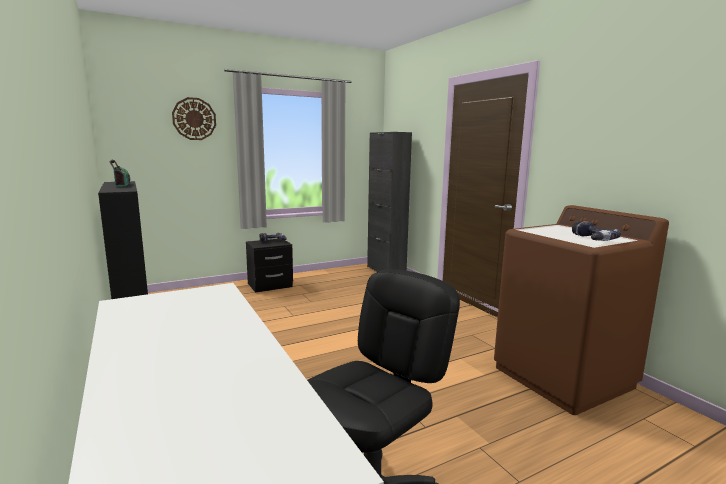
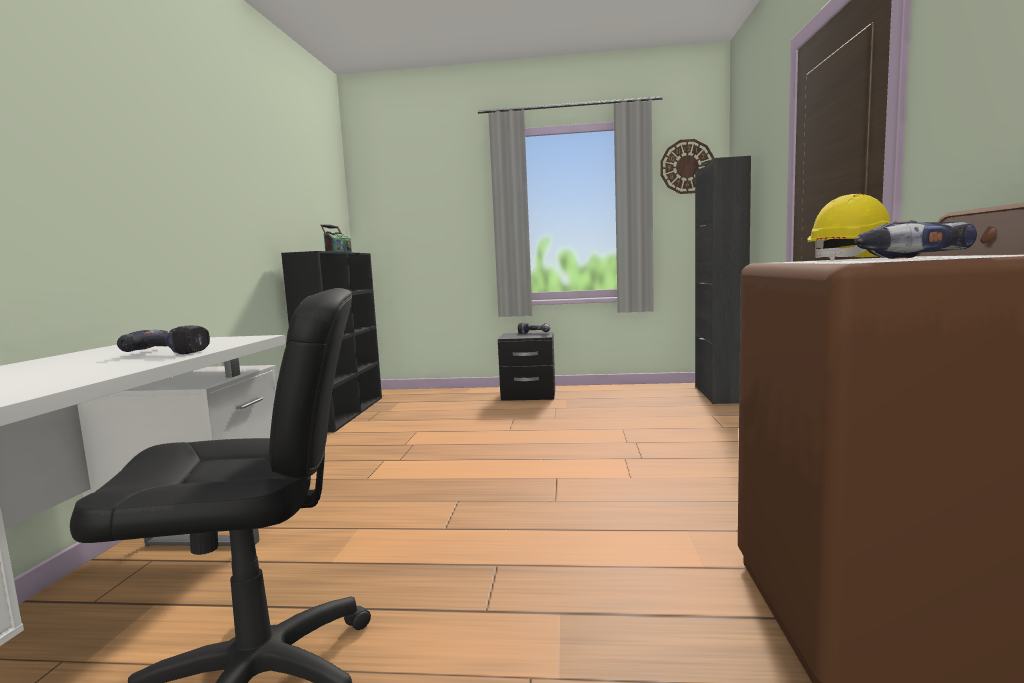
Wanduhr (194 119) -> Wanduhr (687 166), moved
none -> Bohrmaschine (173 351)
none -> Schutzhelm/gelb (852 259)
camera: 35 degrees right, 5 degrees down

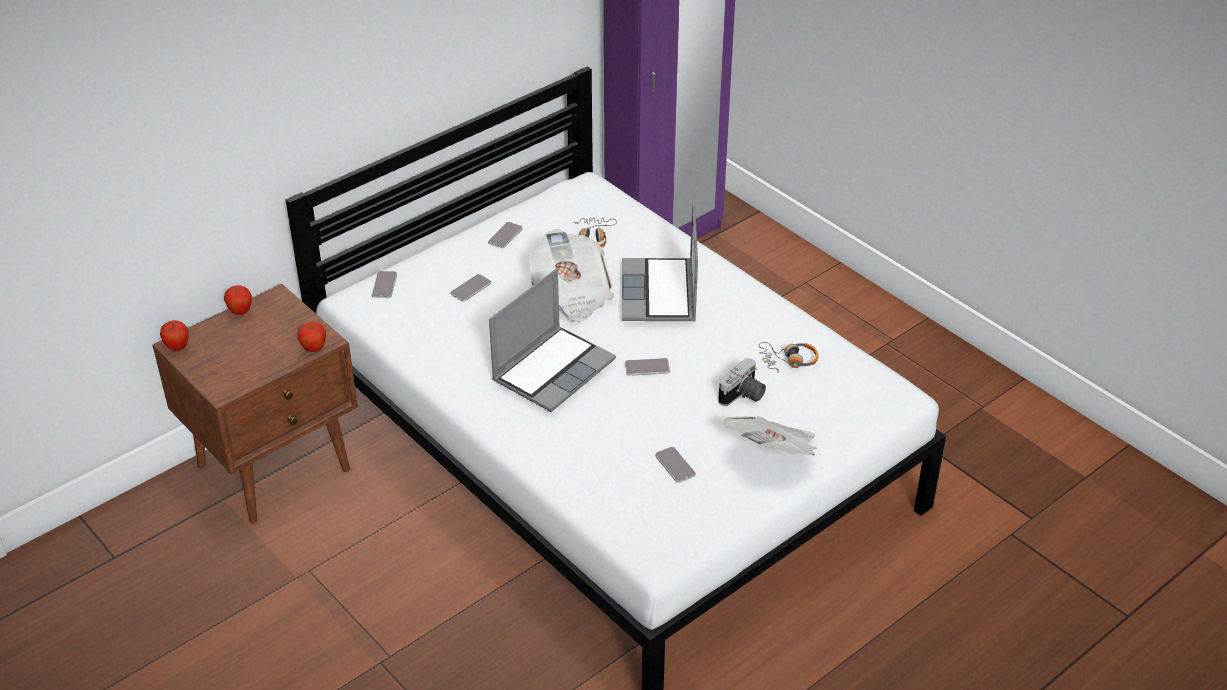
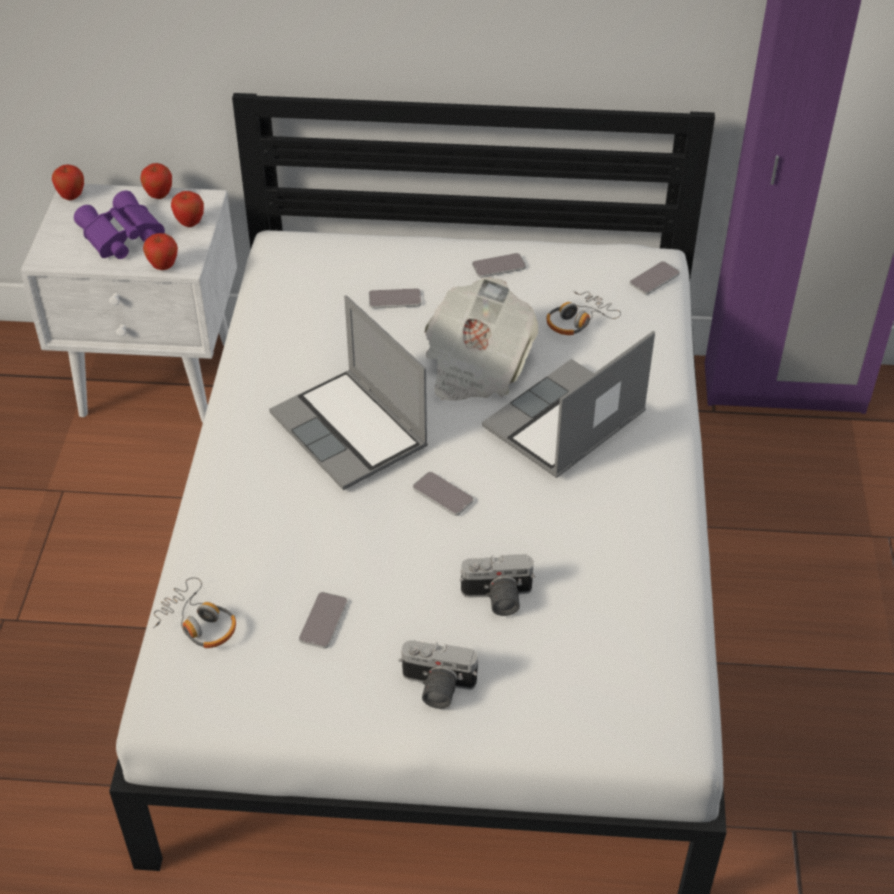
Nachttisch/braun (276 467) -> Nachttisch/weiß (159 379)
Handy (384 285) -> Handy (654 279), moved
Laptop (553 369) -> Laptop (352 432), 60 degrees clockwise
Zeitung (773 453) -> Kamera (436 688)
Kopfhörer (788 361) -> Kopfhörer (198 623), moved
none -> Fernglas/lila (121 237)
none -> Apfel (190 223)
camera: 45 degrees right, 5 degrees up

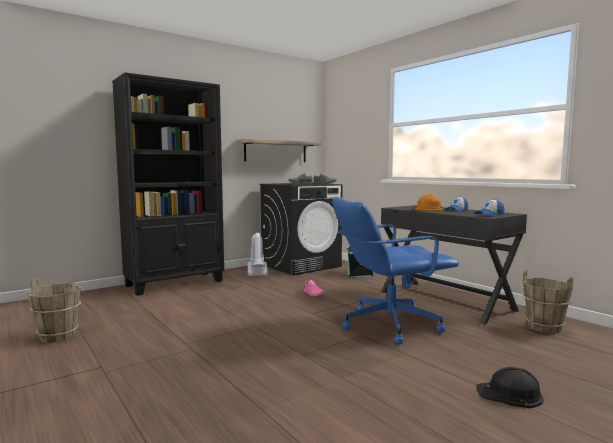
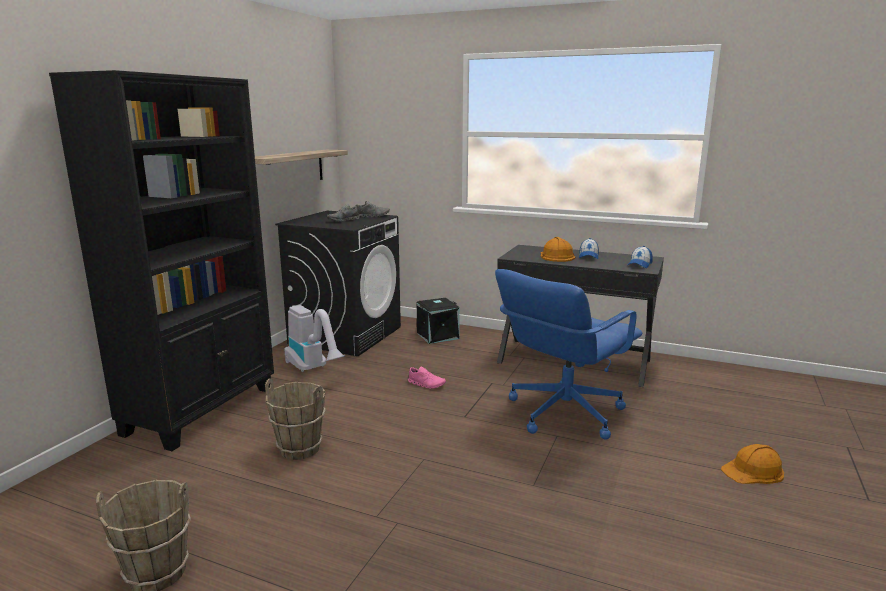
Schutzhelm/schwarz (510 394) -> Schutzhelm/orange (753 471)
Eimer/braun (544 327) -> Eimer/braun (300 448), moved
camera: 30 degrees left, 10 degrees up

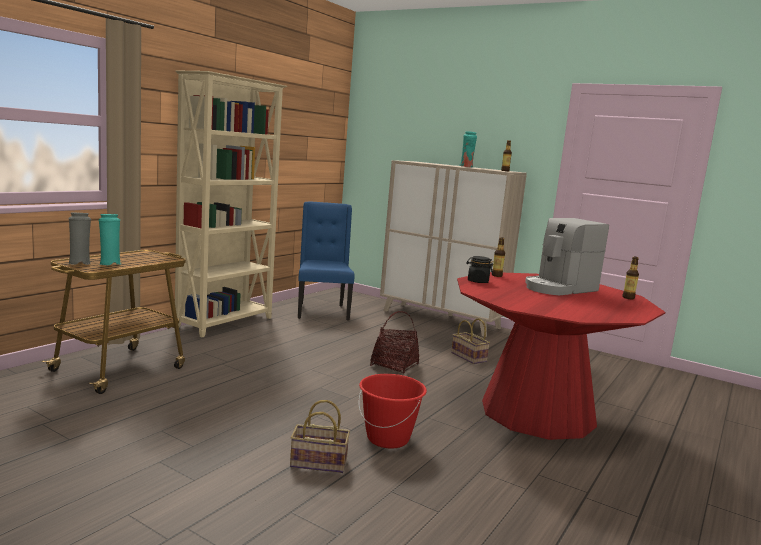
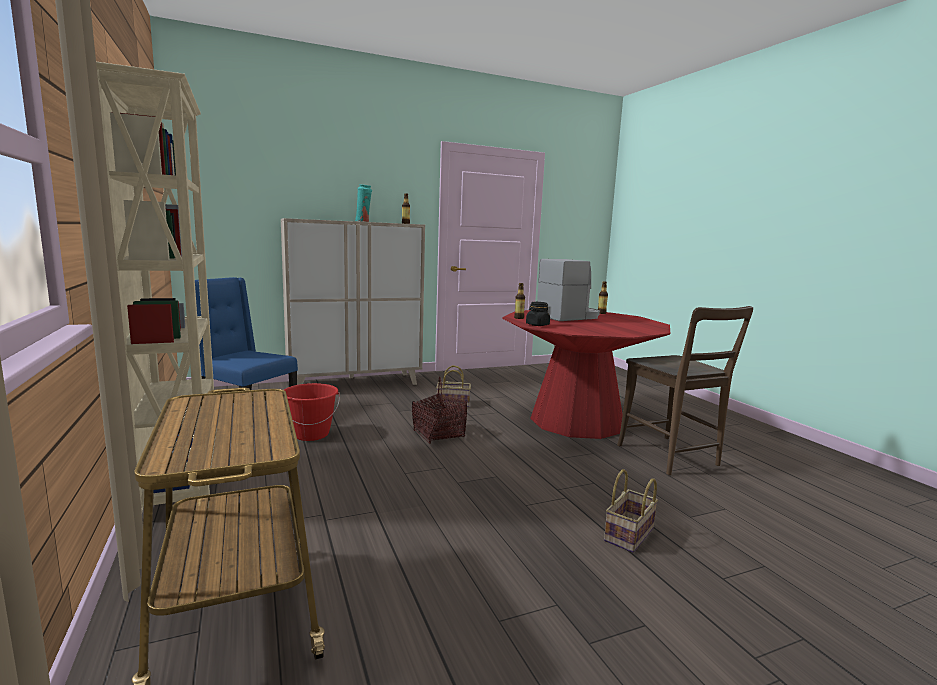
Vase/grau (79 263) -> none
Vase/türkis (109 264) -> none
Eimer/rot (388 438) -> Eimer/rot (311 434), moved
Kaffeemaschine (559 288) -> Kaffeemaschine (569 317), 120 degrees counterclockwise
none -> Stuhl/braun (671 457)
camera: 55 degrees left, 0 degrees up

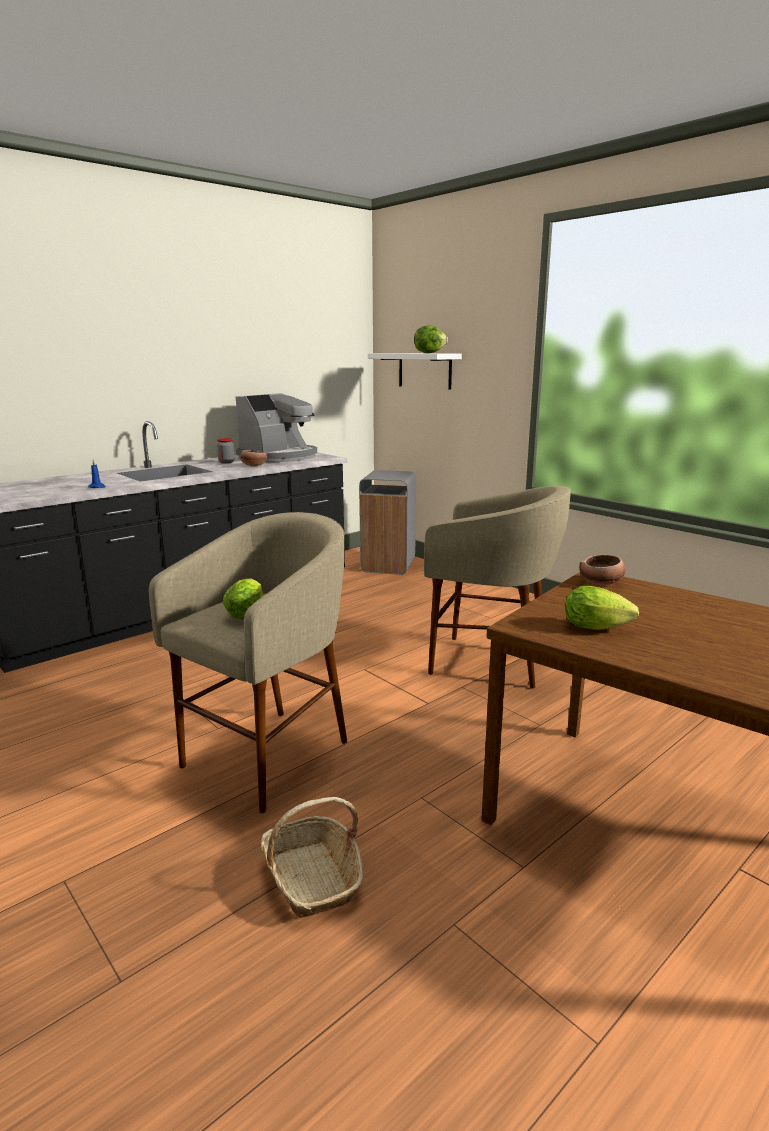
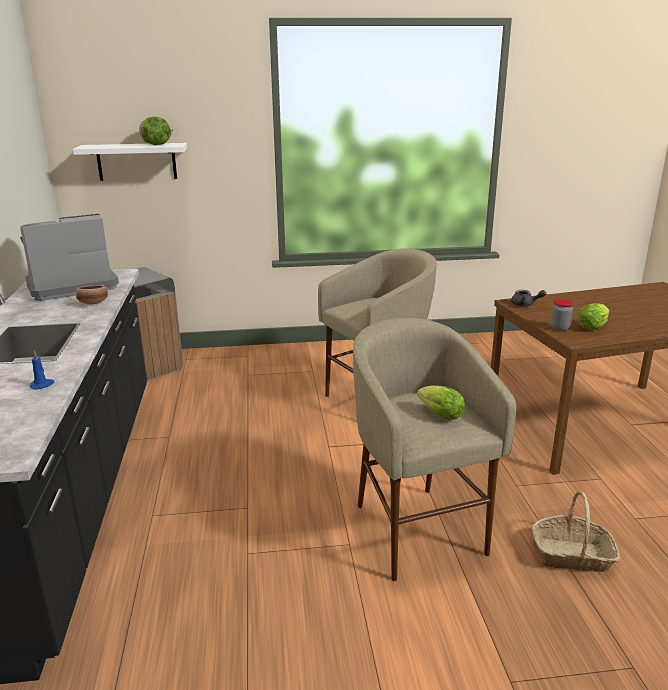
Vorratsglas (226 462) -> Vorratsglas (559 328), moved
Kaffeemaschine (279 457) -> Kaffeemaschine (70 286), 105 degrees counterclockwise
Schüssel (602 583) -> Teekanne/grau (525 304)
camera: 55 degrees left, 5 degrees up

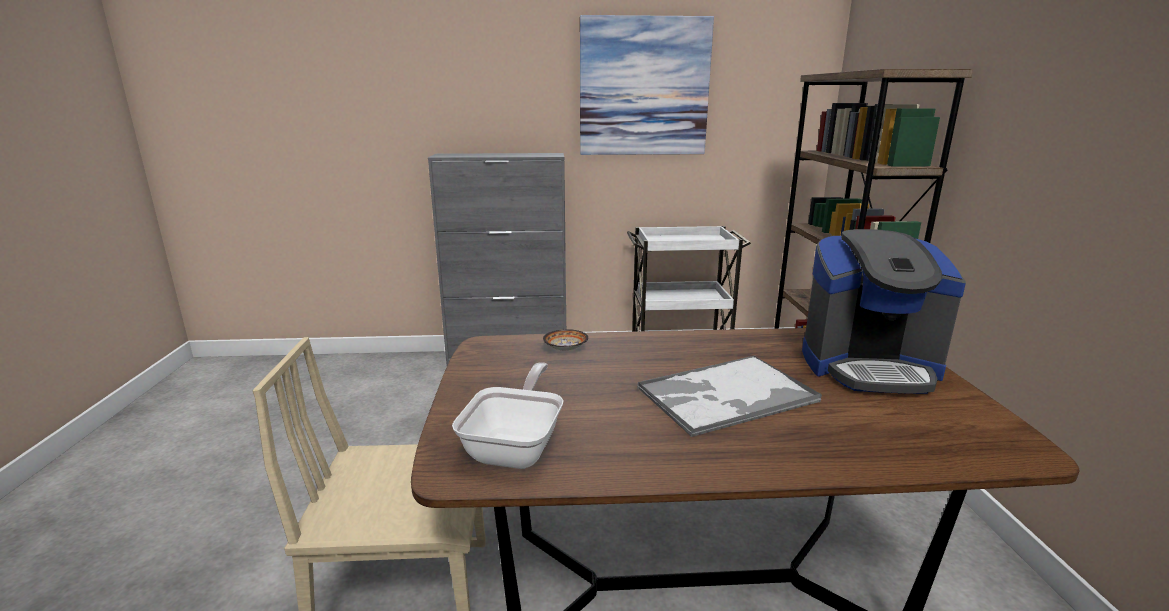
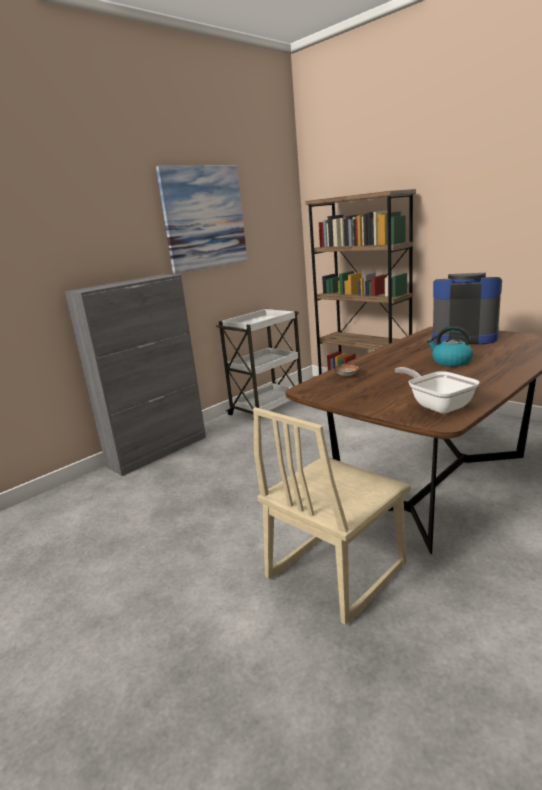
Tablett (725 396) -> Wasserkessel (451 362)
Kaffeemaschine (869 366) -> Kaffeemaschine (464 337), 120 degrees counterclockwise
camera: 40 degrees left, 0 degrees up

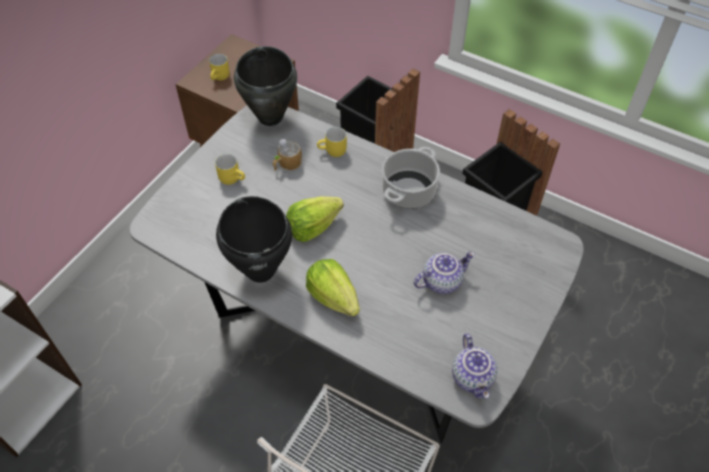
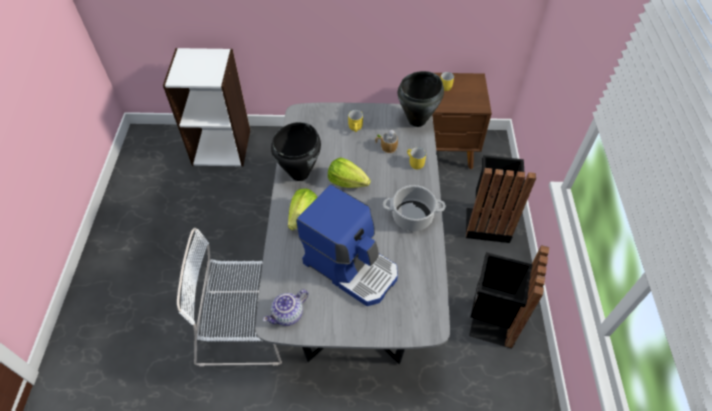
Teekanne (441 281) -> Kaffeemaschine (351 266)
camera: 60 degrees right, 0 degrees up

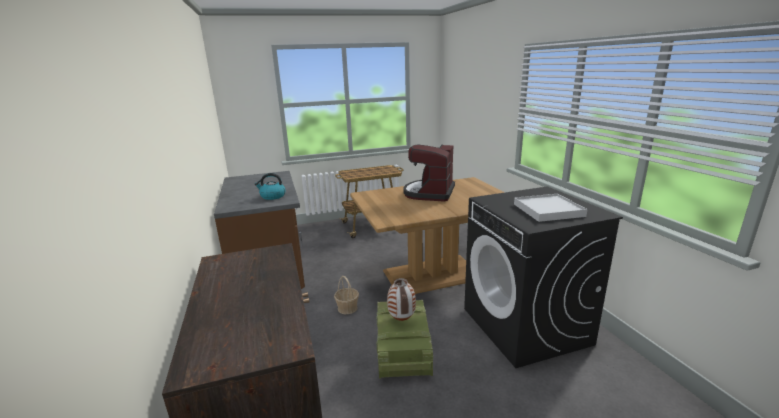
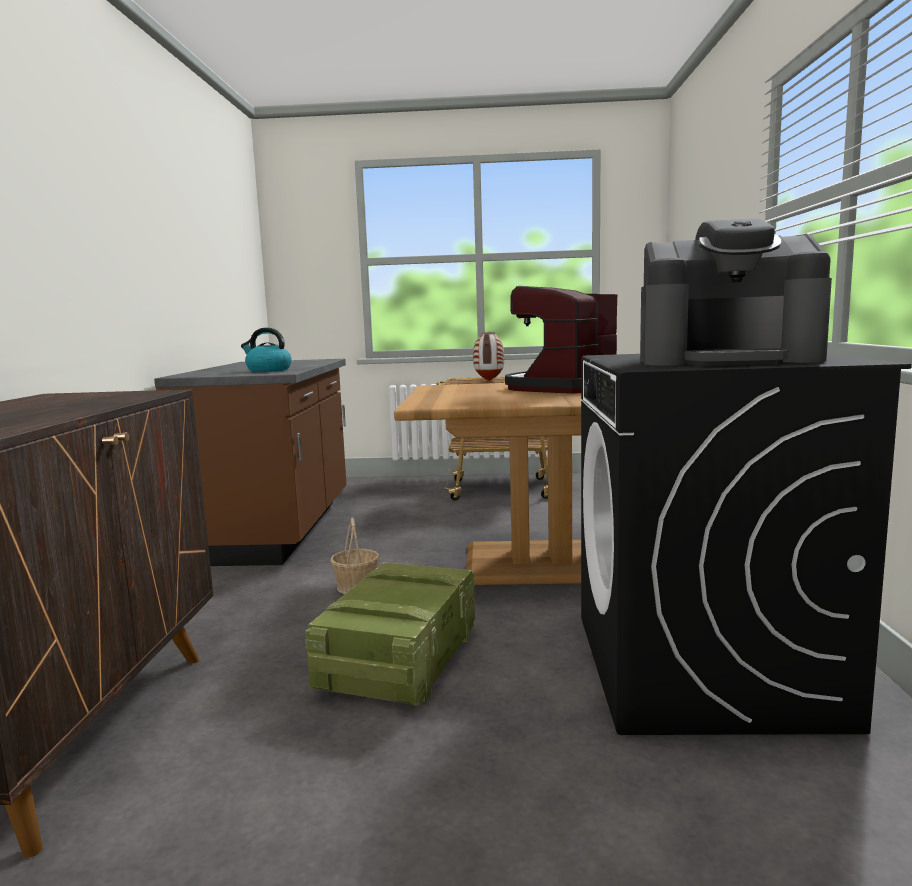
Vase (402 319) -> Vase (489 380), moved
Tablett/weiß (548 210) -> Kaffeemaschine (727 360)
camera: 20 degrees right, 10 degrees down

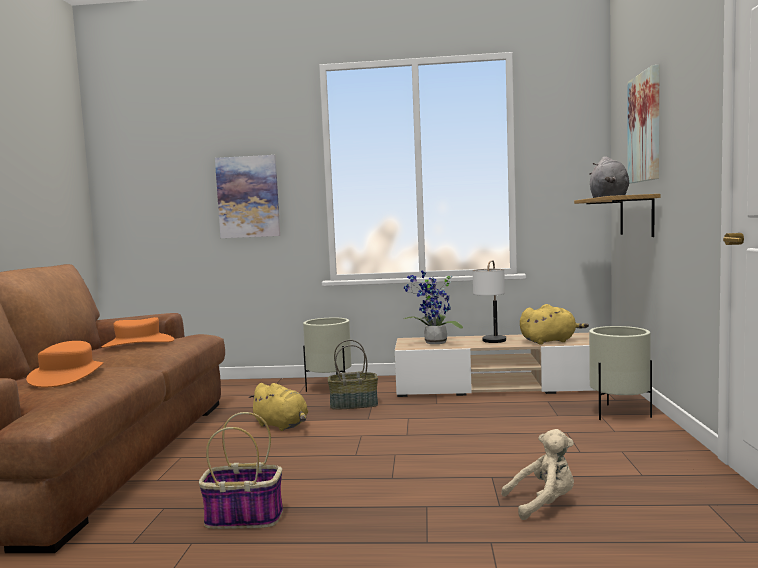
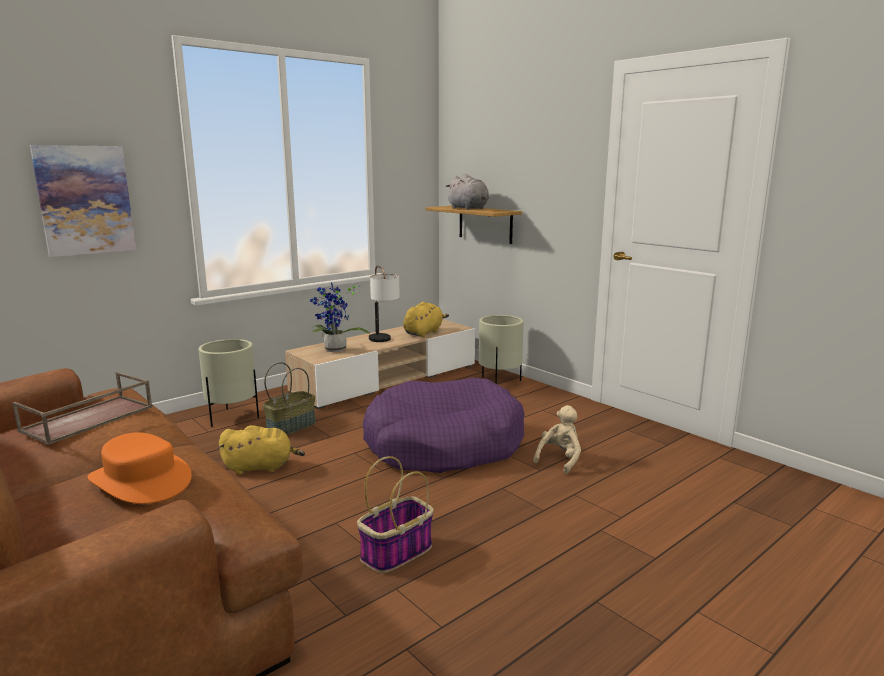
Hut/orange (138 343) -> Tablett/braun (87 419)
Bild (645 127) -> none
none -> Hundebett/lila (443 444)
camera: 45 degrees left, 10 degrees up

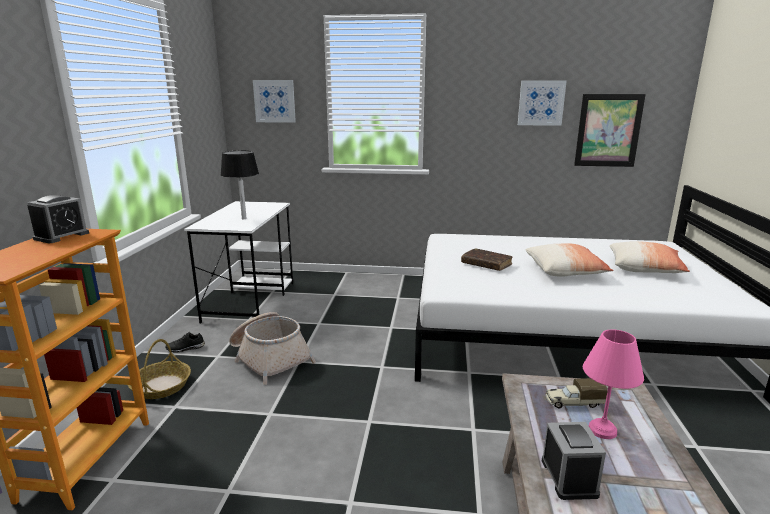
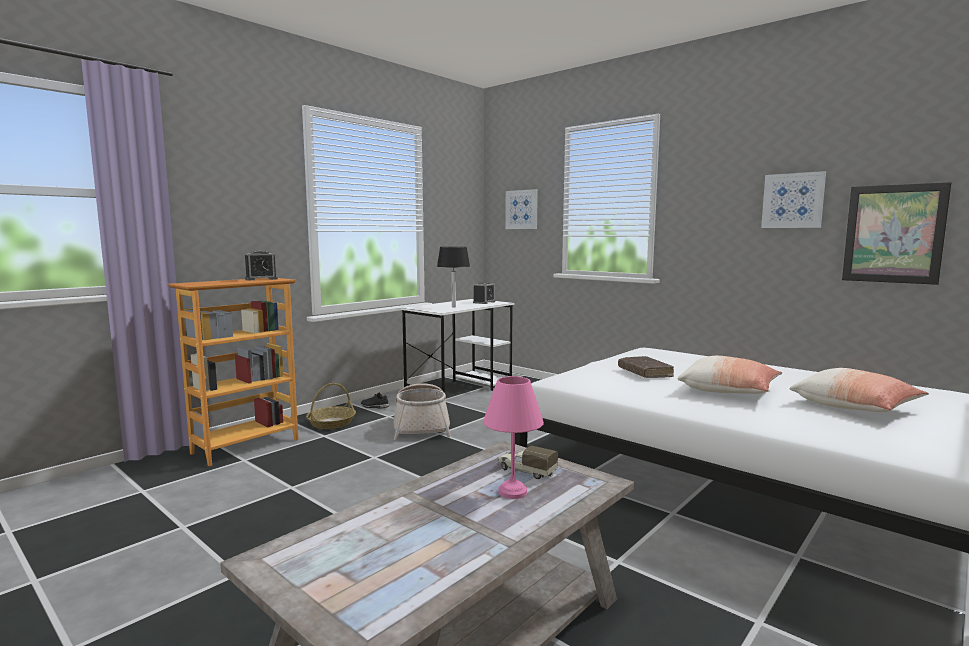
Wecker (569 477) -> Wecker (484 302), moved
camera: 35 degrees right, 10 degrees down

